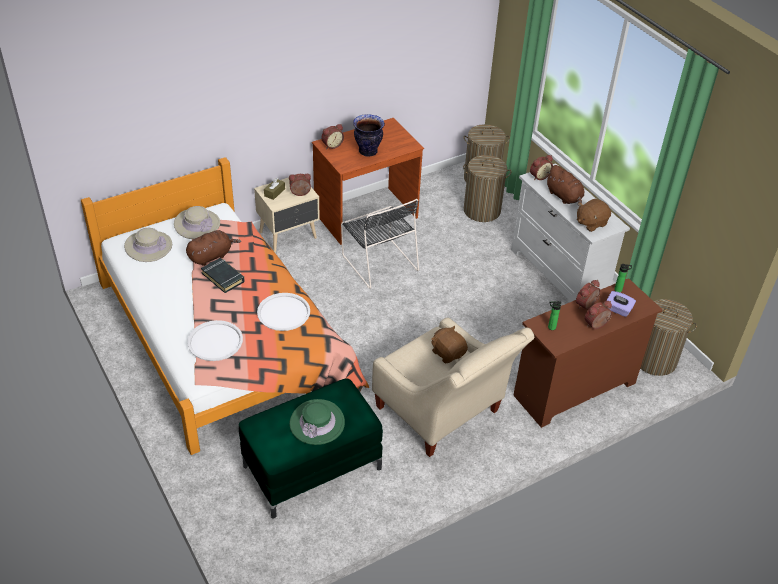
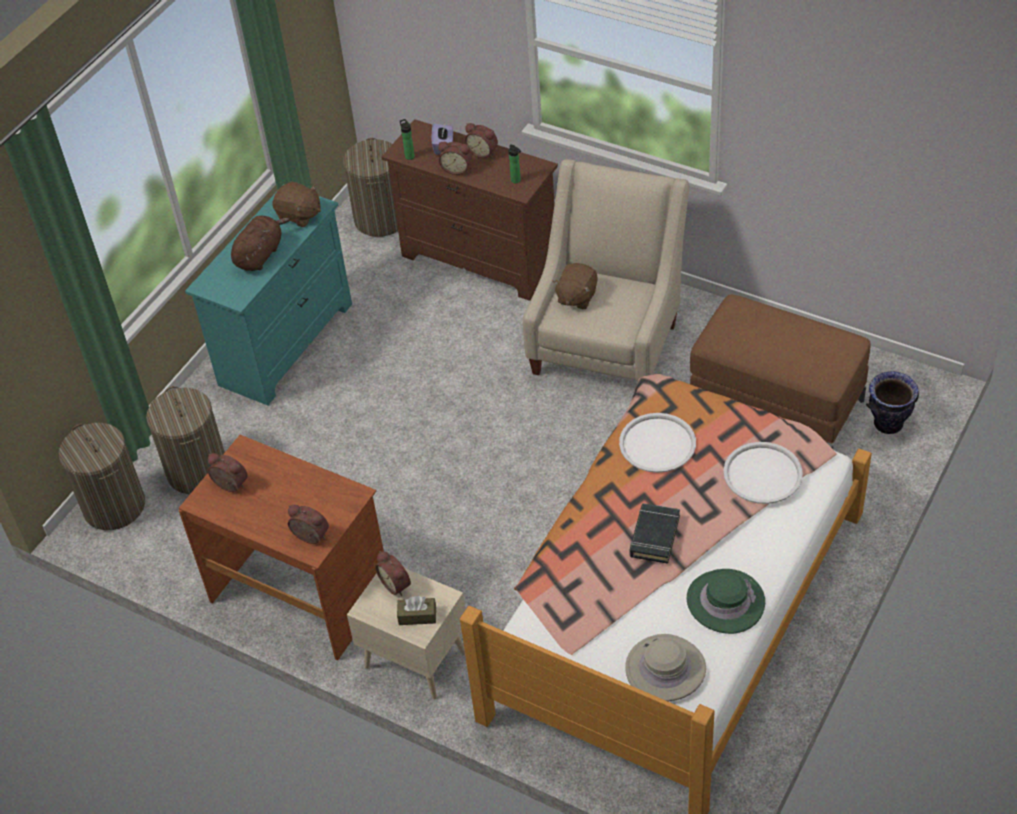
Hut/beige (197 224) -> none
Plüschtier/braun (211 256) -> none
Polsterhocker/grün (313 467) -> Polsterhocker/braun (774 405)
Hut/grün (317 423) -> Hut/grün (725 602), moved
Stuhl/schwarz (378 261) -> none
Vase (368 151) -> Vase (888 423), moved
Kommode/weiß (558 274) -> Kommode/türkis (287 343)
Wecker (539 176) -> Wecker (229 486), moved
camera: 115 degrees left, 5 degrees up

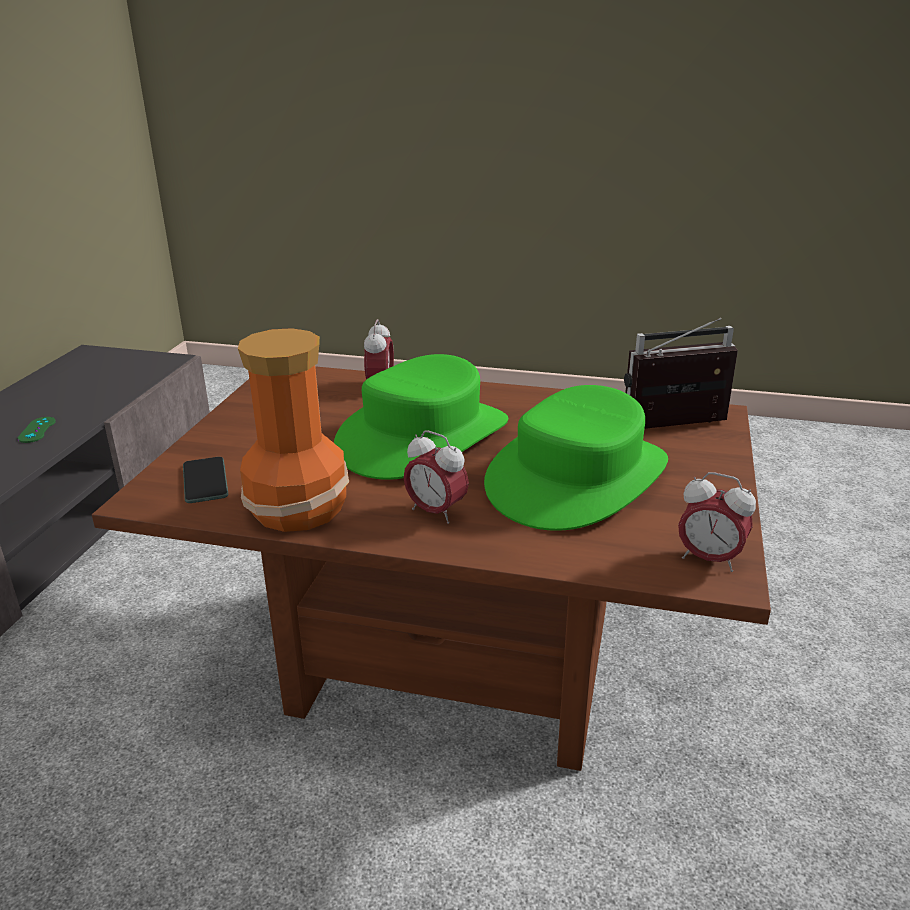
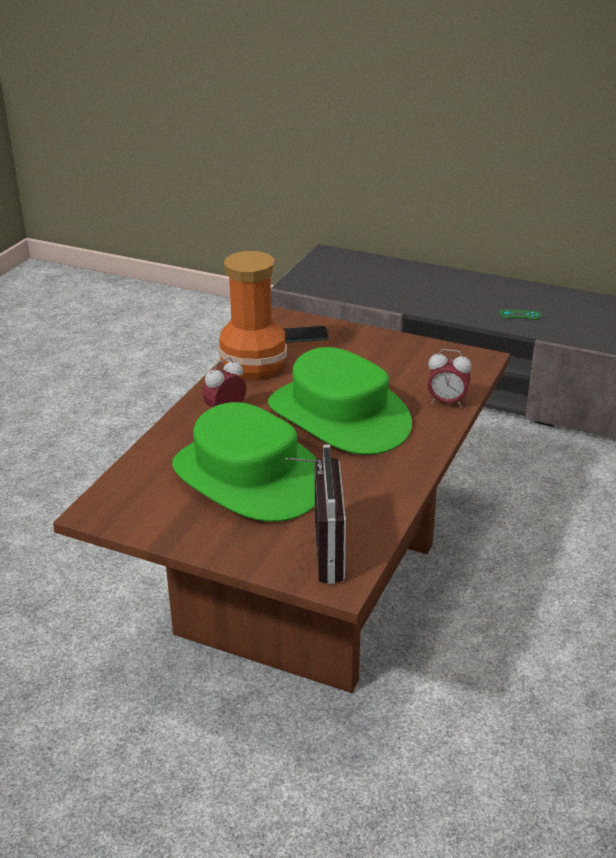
Wecker (709 559) -> none
camera: 100 degrees right, 5 degrees up

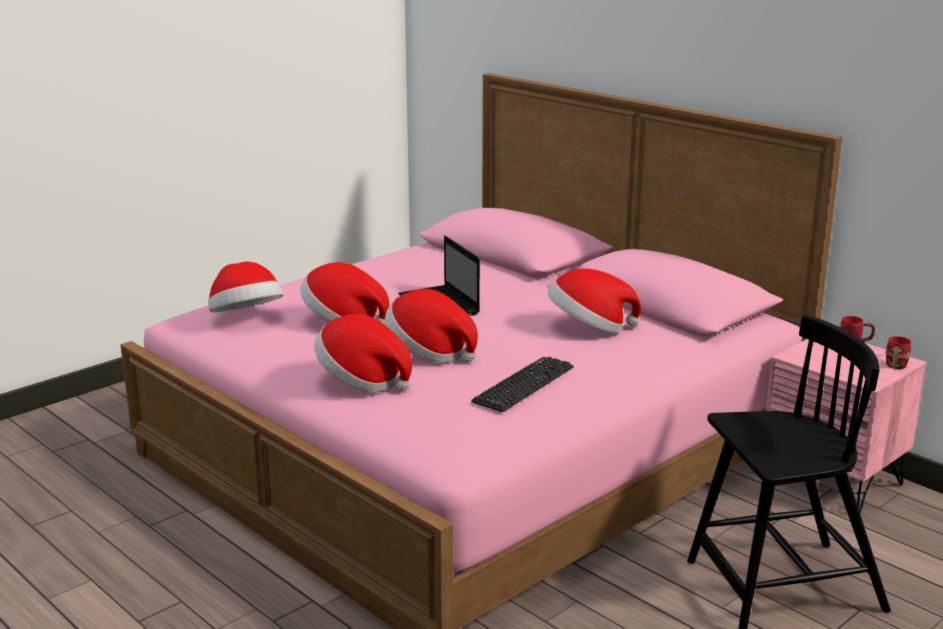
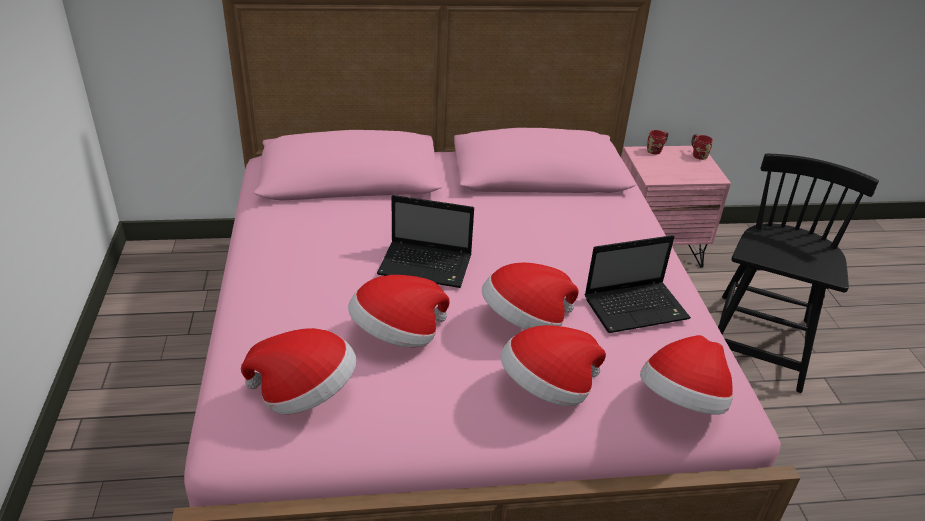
Tastatur (523 385) -> Laptop (637 308)
Hut (589 328) -> Hut (682 402), moved
camera: 55 degrees left, 15 degrees up

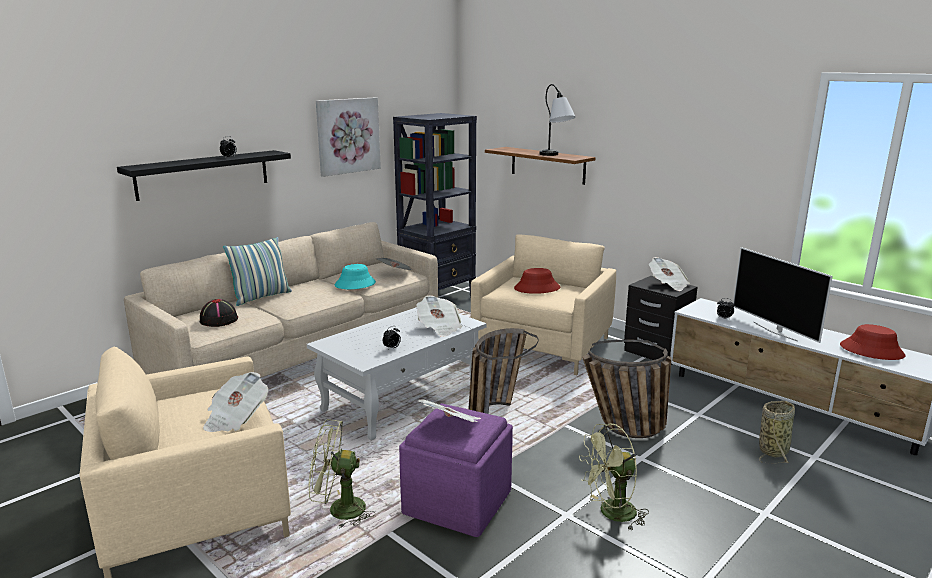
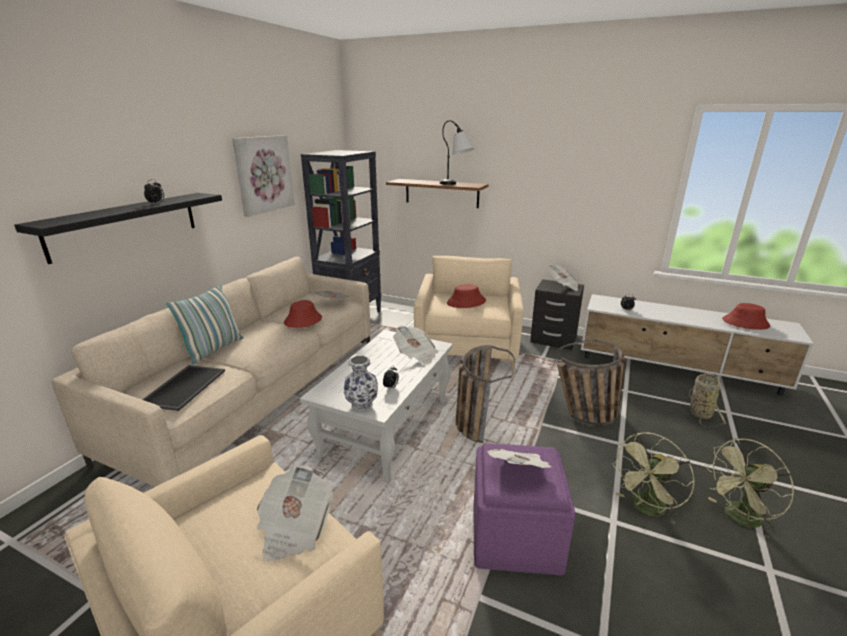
Hut/schwarz (219 320) -> Tablett (183 386)
Ventilator/grün (338 510) -> Ventilator/grün (738 518), moved
Hut/türkis (355 284) -> Hut/rot (303 320)
Fernseher (775 331) -> none
none -> Vase (362 404)
camera: 20 degrees left, 5 degrees up

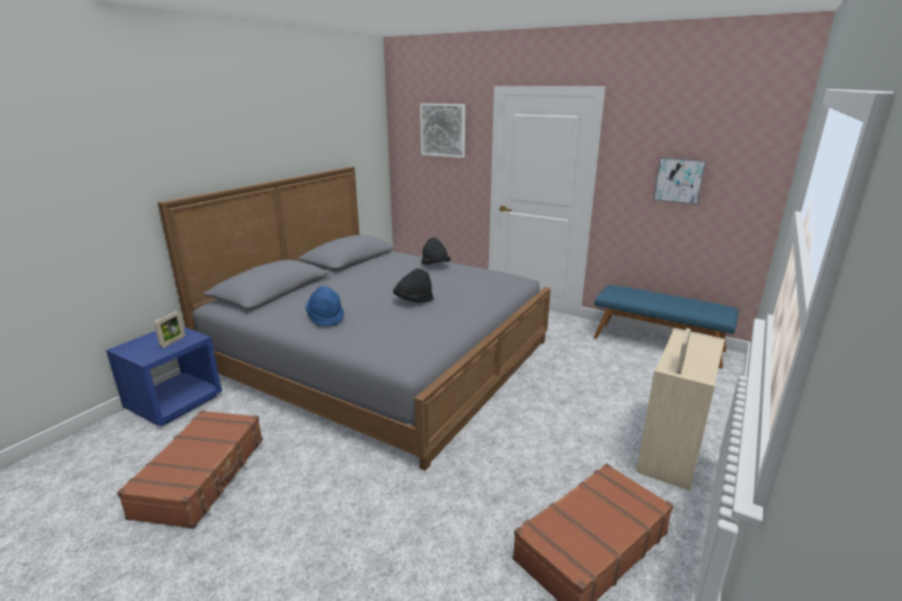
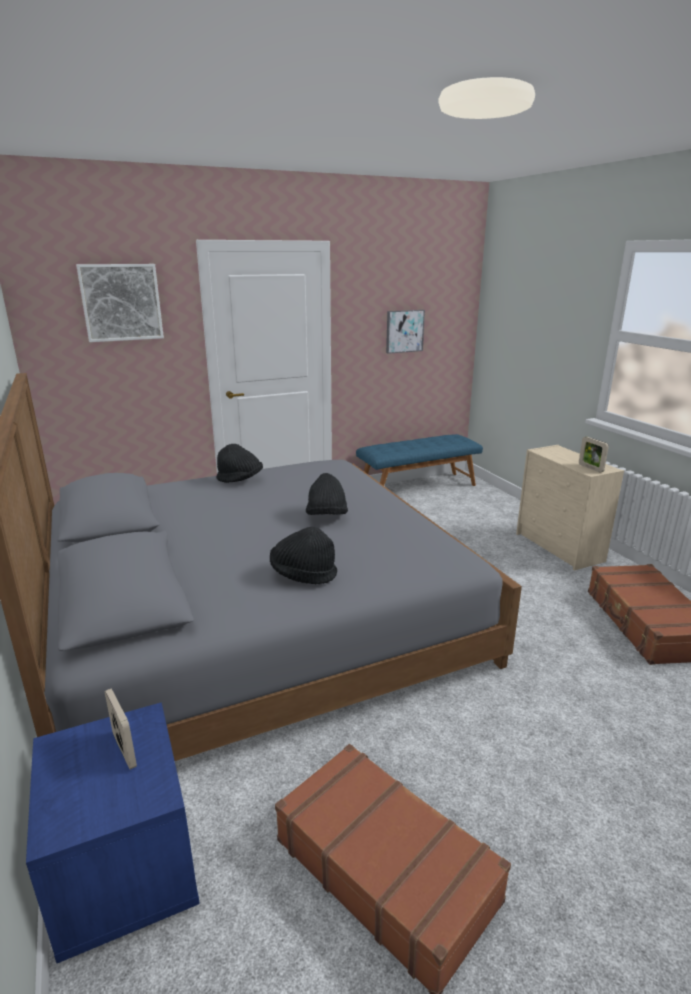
Hut/blau (326 318) -> Hut/schwarz (303 574)
camera: 55 degrees left, 0 degrees up

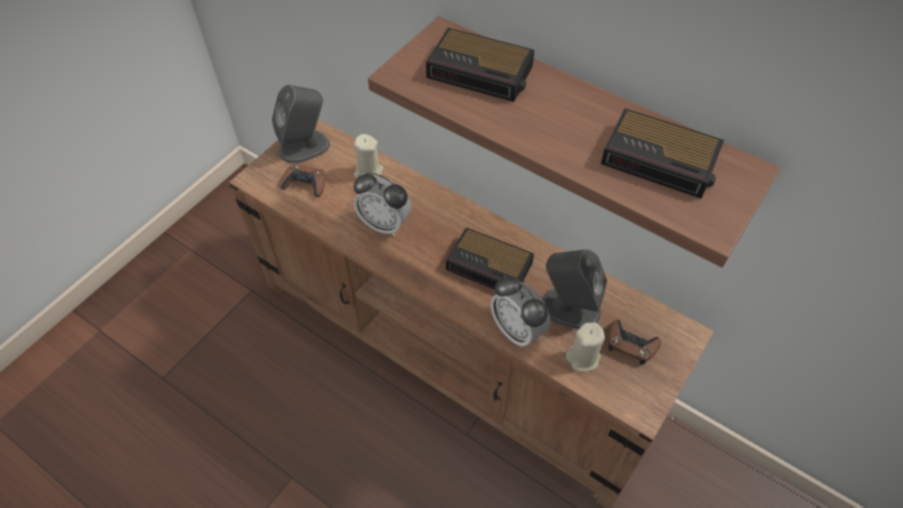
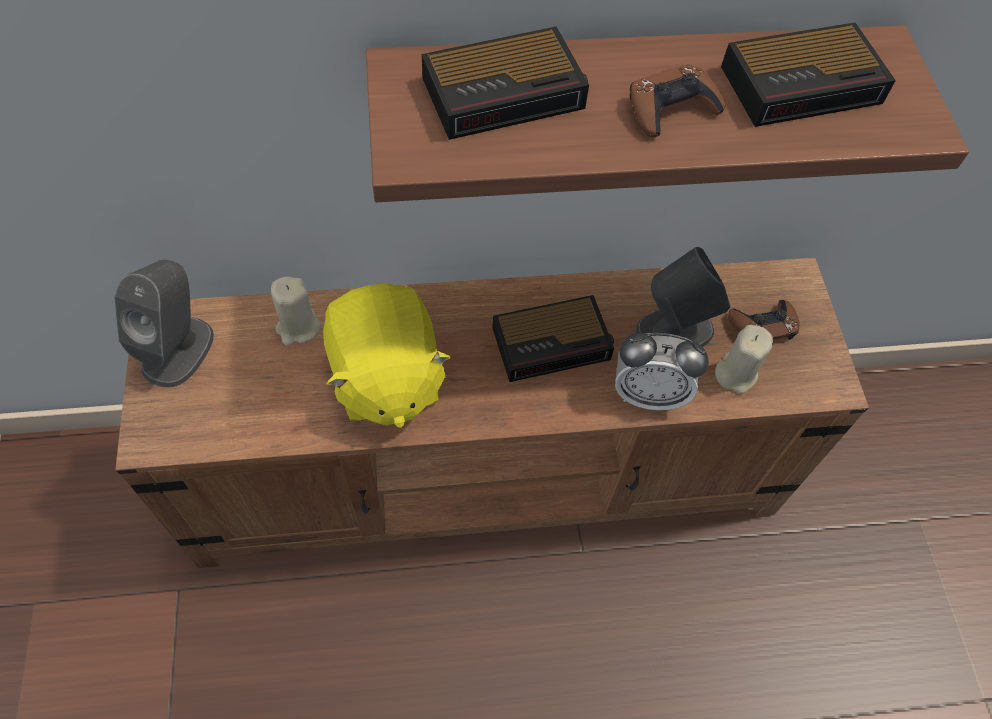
Gamepad/braun (305 184) -> Gamepad/braun (671 108), moved
Wecker (385 224) -> Plüschtier/gelb (385 378)
camera: 45 degrees left, 5 degrees up

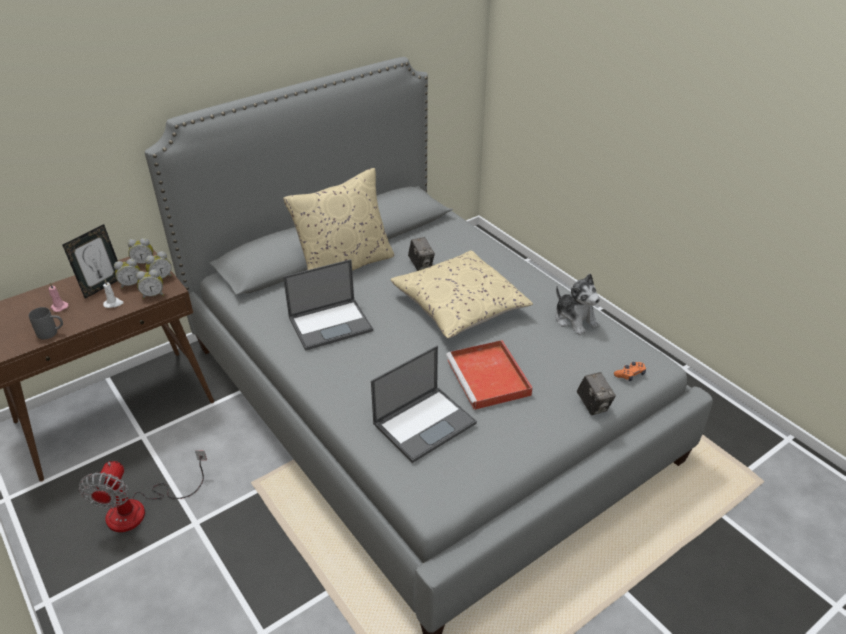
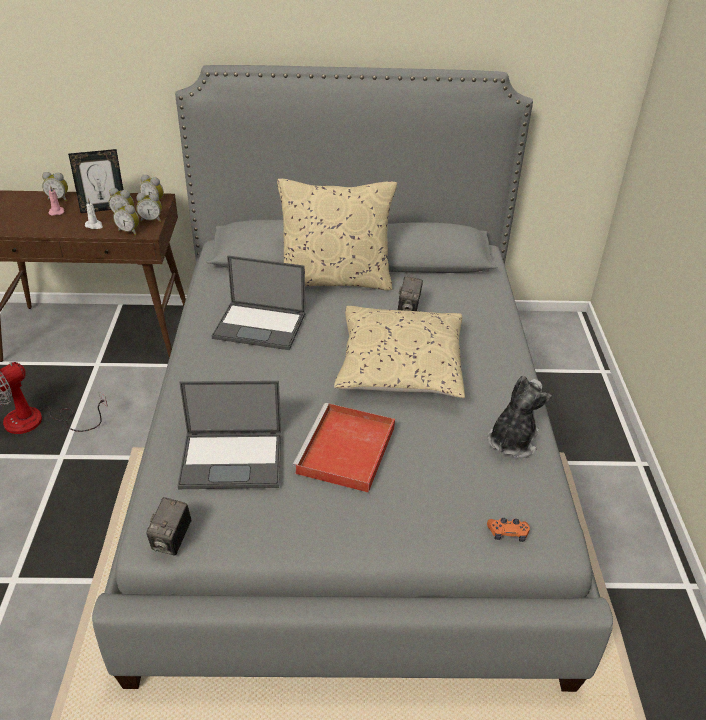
Henkelbecher/grau (52 333) -> none
Plüschtier (575 320) -> Plüschtier (512 441), 150 degrees counterclockwise
Kamera (593 405) -> Kamera (172 540), moved
none -> Wecker (58 199)
camera: 35 degrees right, 0 degrees up

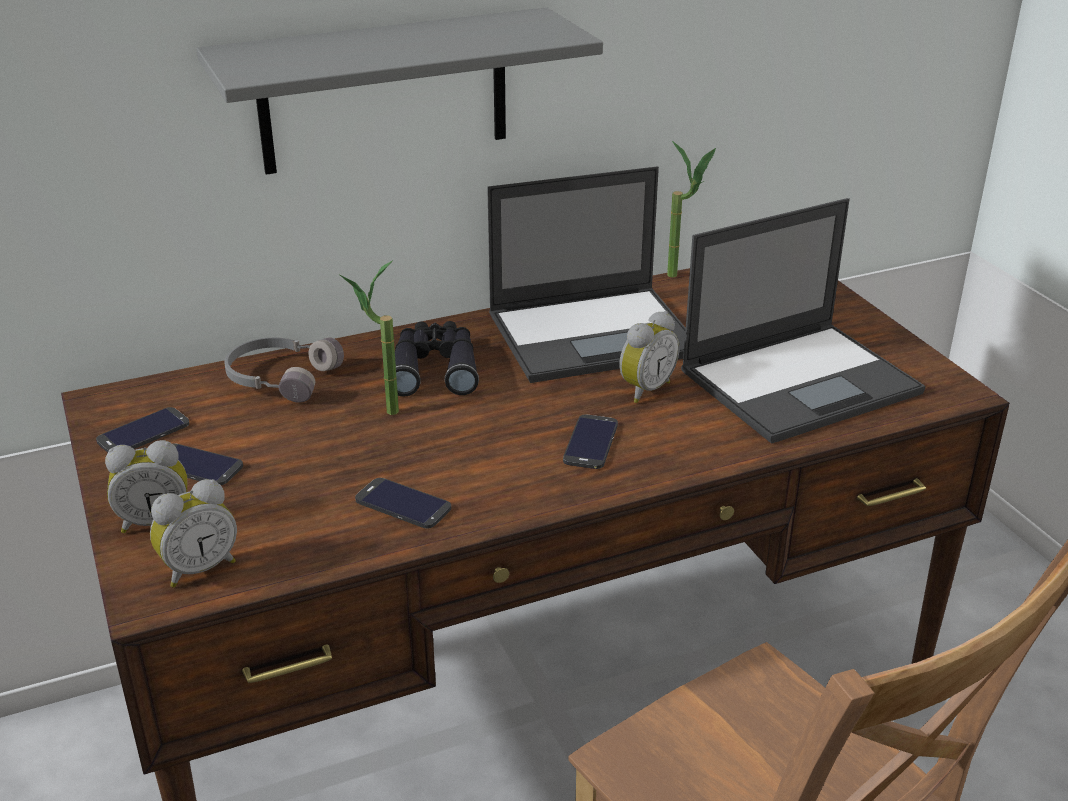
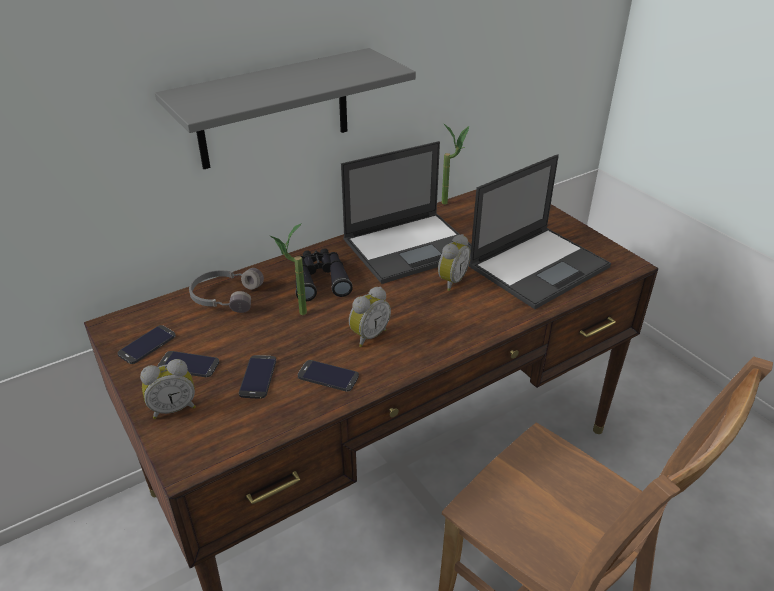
Wecker (198 568) -> Wecker (368 335), moved
Handy (590 442) -> Handy (258 377), moved
camera: 10 degrees left, 5 degrees up

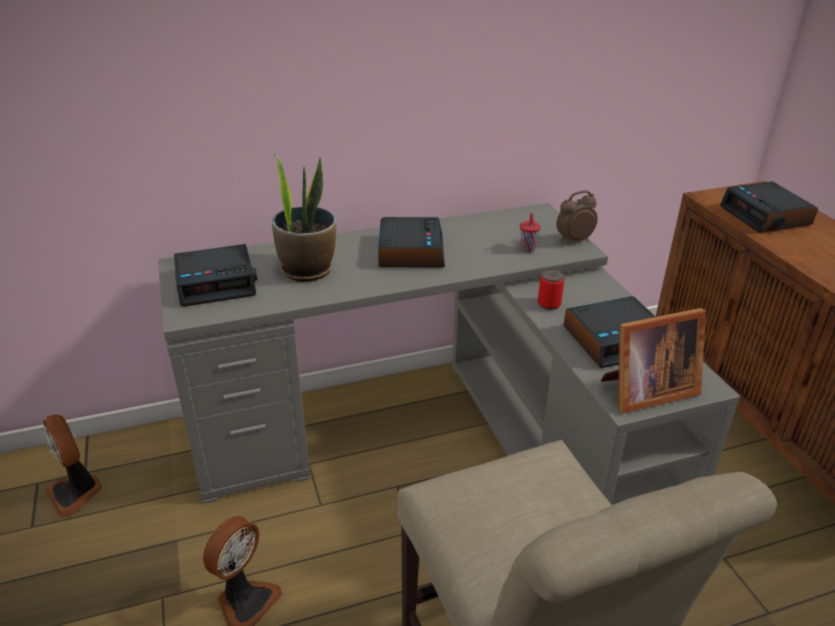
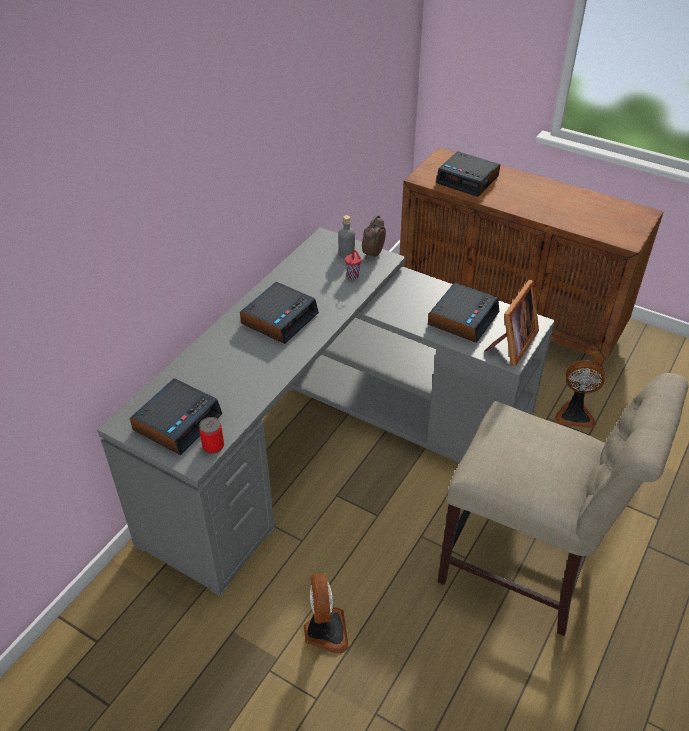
Ventilator (76 493) -> Ventilator (575 414), moved
Topfpflanze (307 269) -> none
Wecker (410 251) -> Wecker (279 318), 75 degrees clockwise
Dose (549 304) -> Dose (213 446), moved
none -> Flasche/grau (346 253)
camera: 40 degrees left, 10 degrees up

